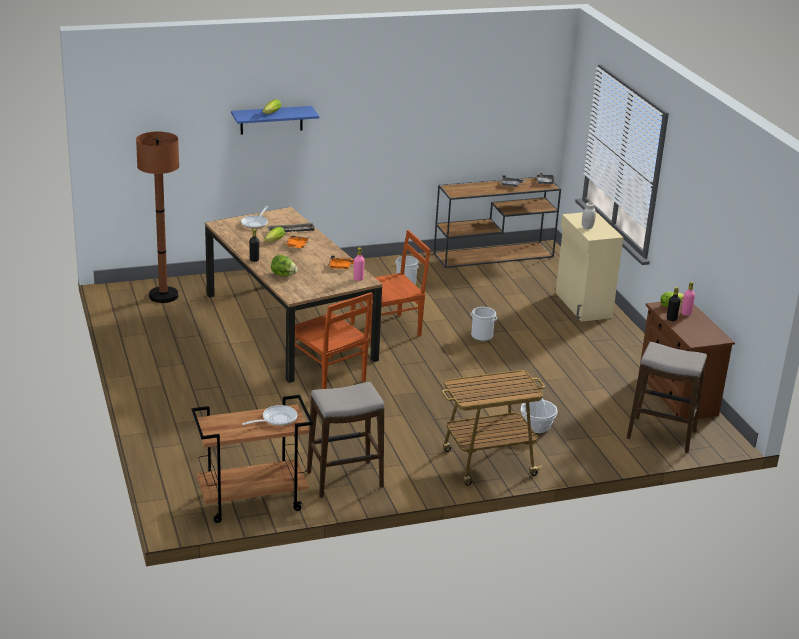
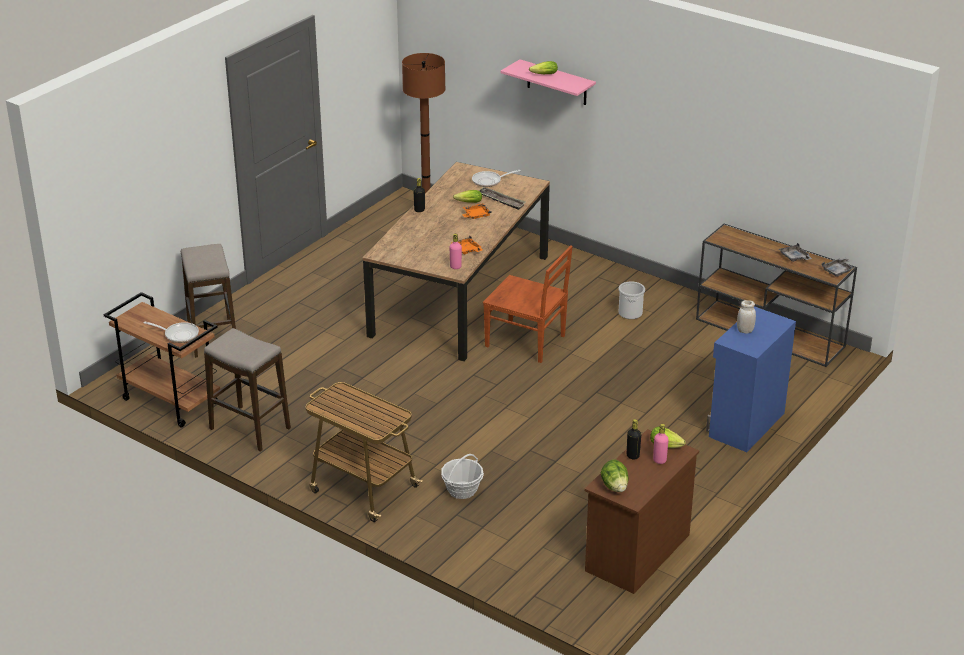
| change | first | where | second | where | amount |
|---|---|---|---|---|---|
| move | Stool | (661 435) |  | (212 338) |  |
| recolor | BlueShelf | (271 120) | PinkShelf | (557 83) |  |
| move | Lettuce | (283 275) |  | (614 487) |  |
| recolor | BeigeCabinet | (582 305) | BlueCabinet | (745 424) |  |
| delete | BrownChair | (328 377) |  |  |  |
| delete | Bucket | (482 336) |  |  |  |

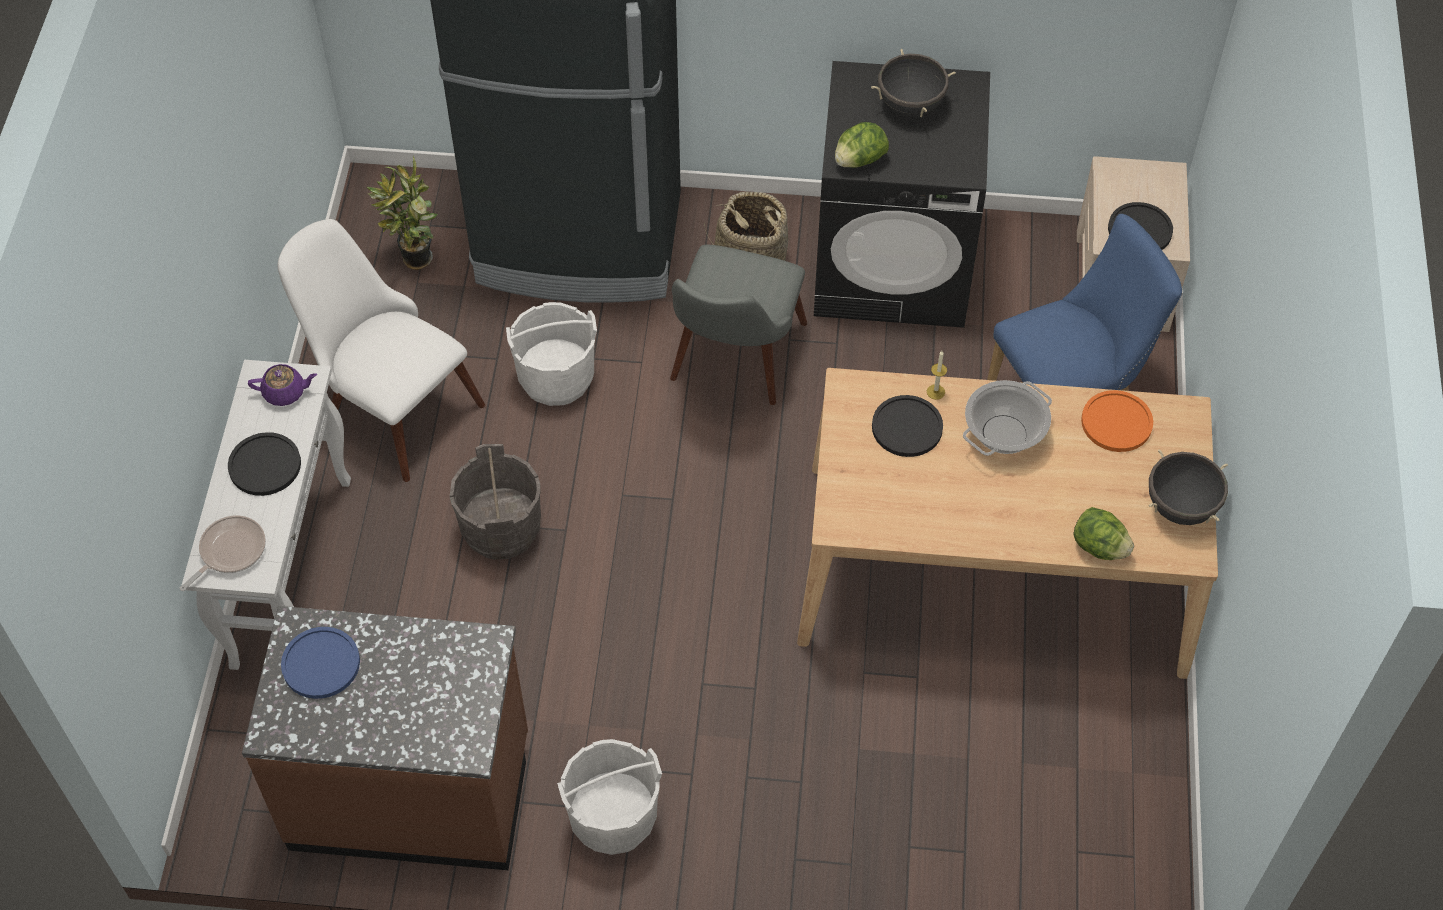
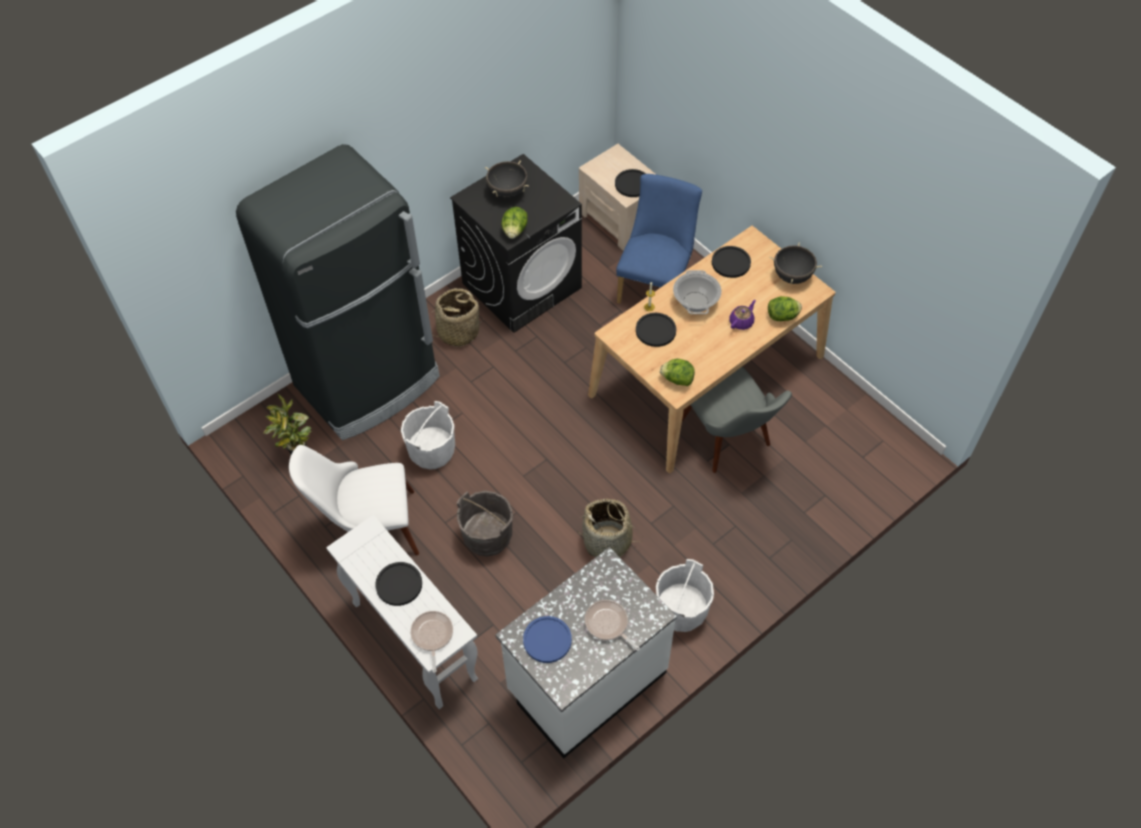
| change | first | where | second | where | amount |
|---|---|---|---|---|---|
| recolor | BrownCounter | (411 791) | WhiteCounter | (586 681) |  |
| insert |  |  | Basket | (607 541) |  |
| insert |  |  | FryingPan | (608 624) |  |
| insert |  |  | Lettuce | (677 379) |  |
| move | GreyChair | (732 365) |  | (731 442) |  |
| recolor | OrangePlate | (1116 422) | BlackPlate | (731 262) |  |
| move | PurpleTeapot | (285 392) |  | (741 322) |  |

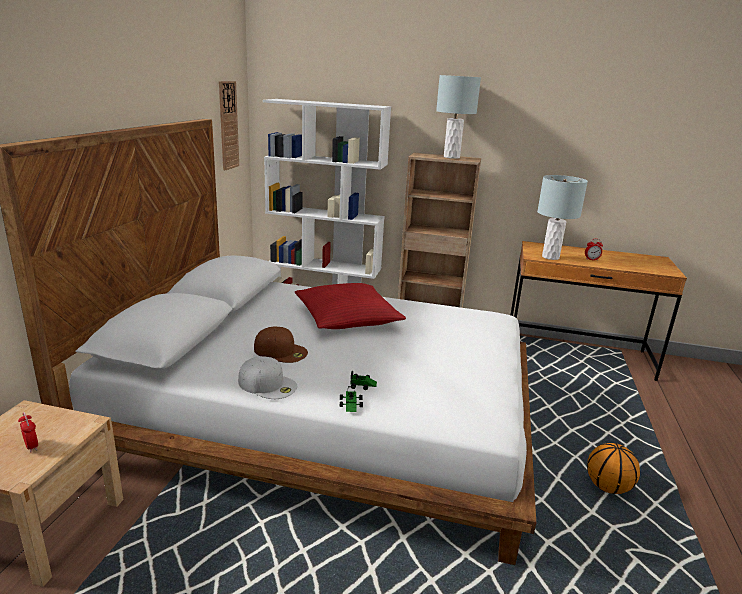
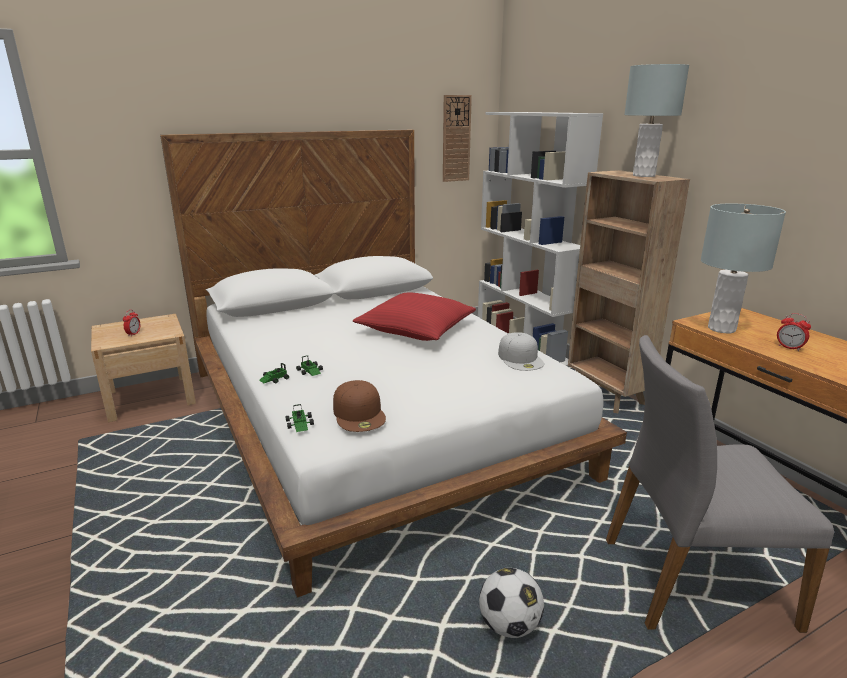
| change | first | where | second | where | amount |
|---|---|---|---|---|---|
| insert |  |  | ToyCar | (300 424) |  |
| move | BrownCap | (281 351) |  | (359 413) |  |
| replace | Basketball | (608 487) | Football | (509 625) |  |
| move | WhiteCap | (268 384) |  | (521 358) |  |
| insert |  |  | GreyChair | (692 579) |  |

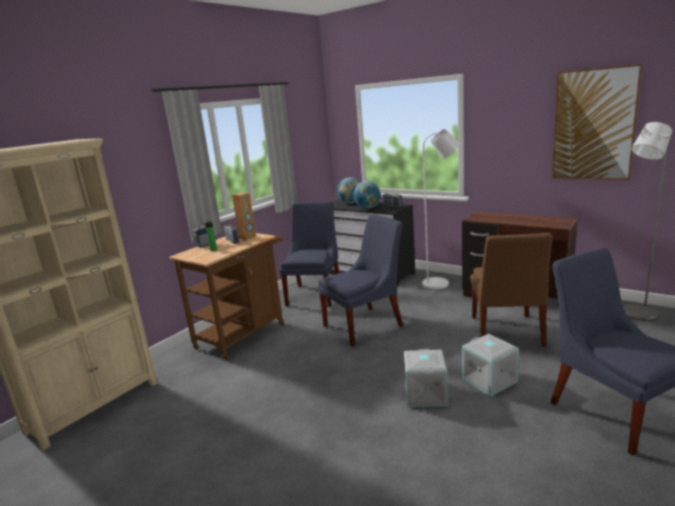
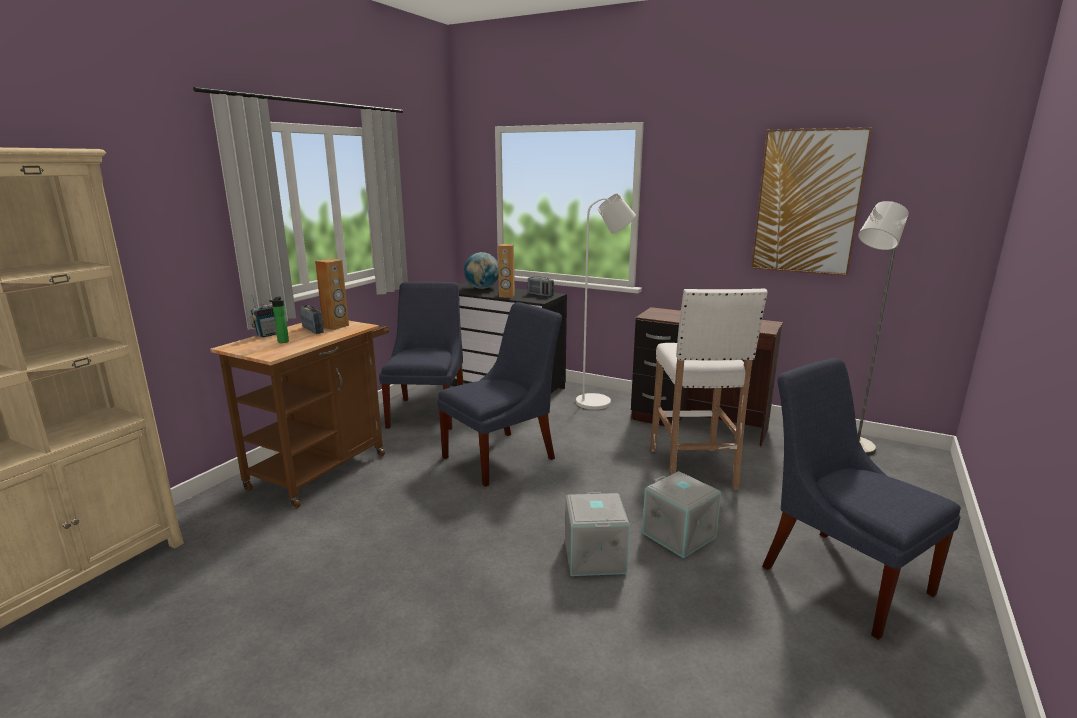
| change | first | where | second | where | amount |
|---|---|---|---|---|---|
| replace | Globe | (368 208) | BrownSpeaker | (506 296) |  |
| replace | BrownChair | (506 333) | WhiteStool | (692 470) |  |

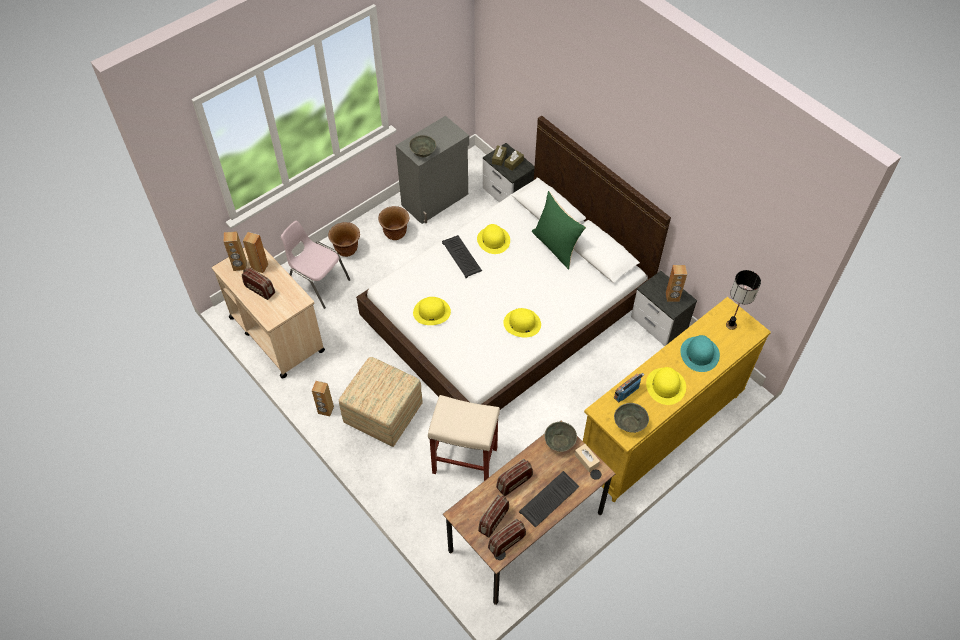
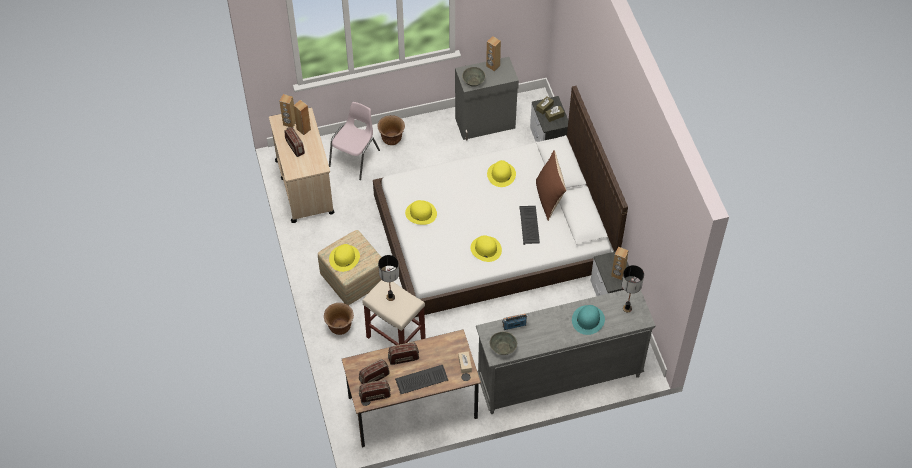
| change | first | where | second | where | amount |
|---|---|---|---|---|---|
| move | BrownPlanter | (395 234) |  | (340 327) |  |
| rotate | PinkChair | (317 283) |  | (355 158) | 60 degrees clockwise |
| move | YellowHat | (665 386) |  | (344 258) |  |
| insert |  |  | TableLamp | (390 297) |  |
| recolor | YellowDresser | (659 432) | GreyDresser | (558 378) |  |
| move | BrownSpeaker | (326 410) |  | (493 66) |  |
| move | Keyboard | (462 257) |  | (530 226) |  |
| recolor | GreenPillow | (556 246) | BrownPillow | (549 198) |  |
| delete | GreyBowl | (560 442) |  |  |  |

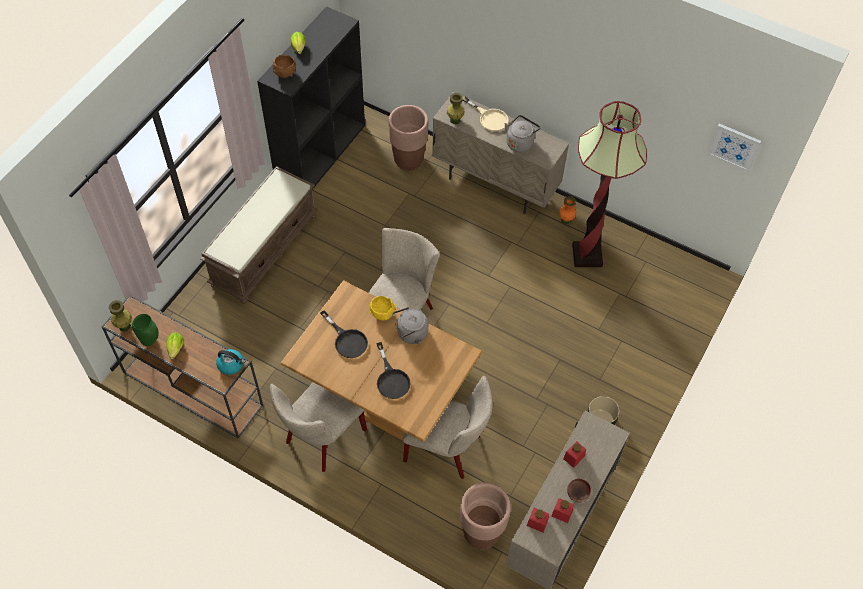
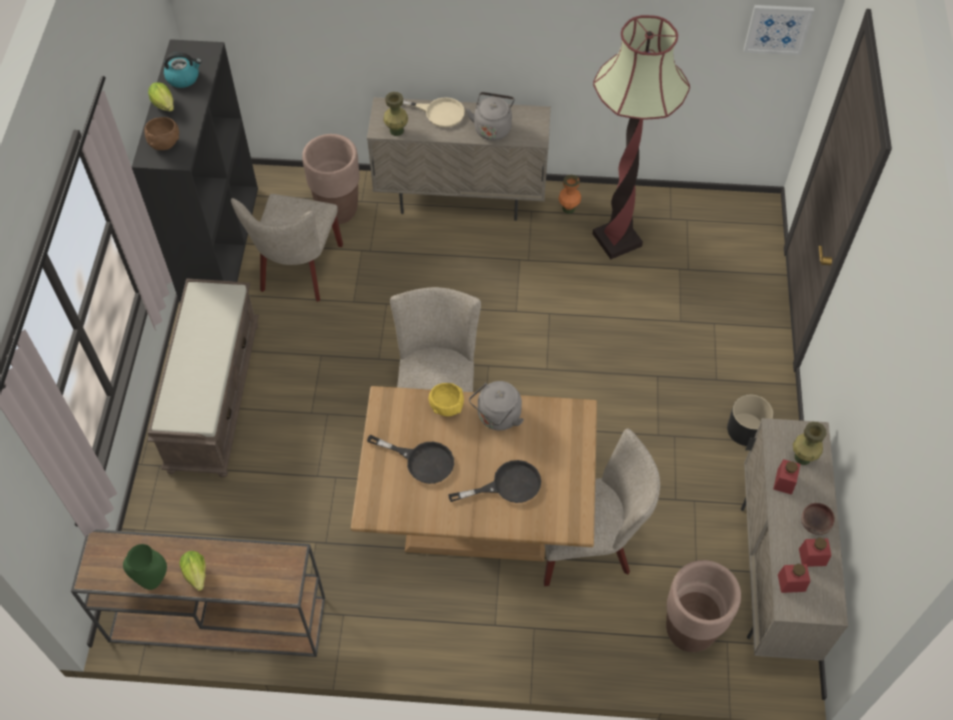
| change | first | where | second | where | amount |
|---|---|---|---|---|---|
| move | Kettle | (231 365) |  | (183 78) |  |
| move | BeigeChair | (322 439) |  | (298 272) |  |
| rotate | BlackFryingPan | (391 379) |  | (507 485) | 60 degrees counterclockwise |
| move | GreenVase | (124 326) |  | (802 457) |  |

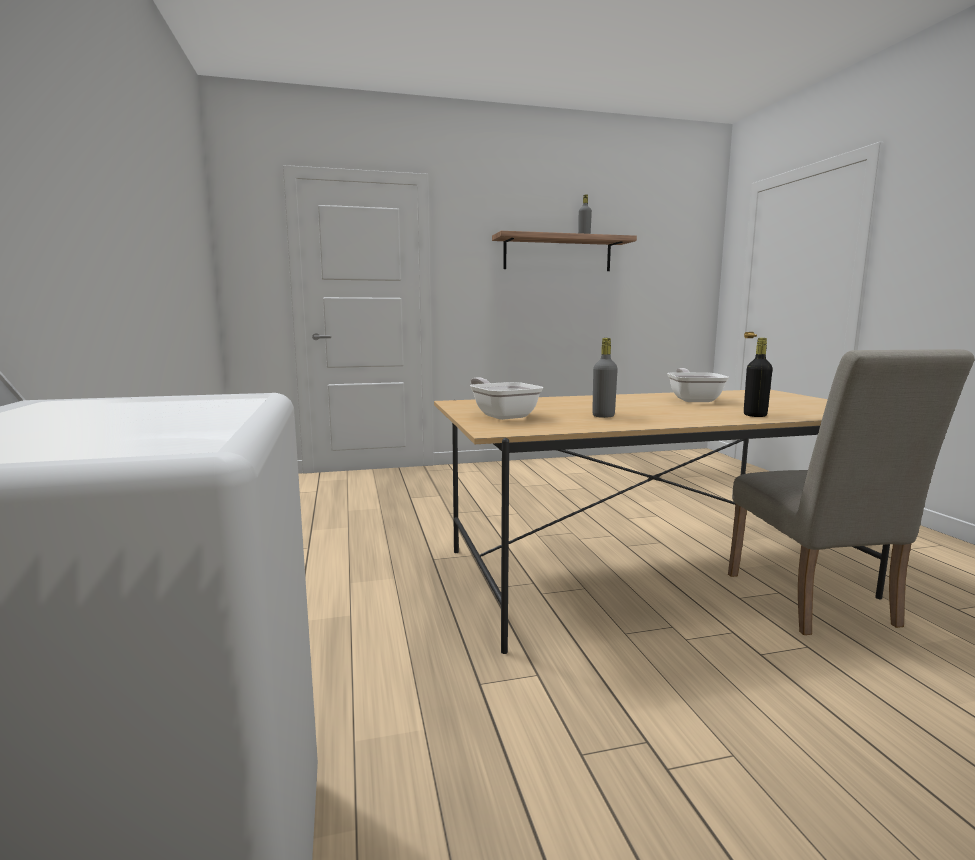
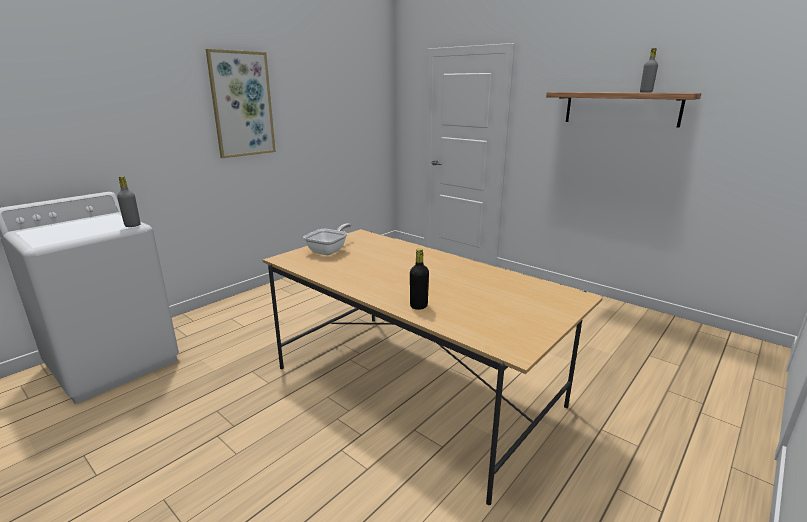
| change | first | where | second | where | amount |
|---|---|---|---|---|---|
| move | GreyBottle | (603 416) |  | (132 225) |  |
| insert |  |  | Picture | (242 104) |  |
| delete | FryingPan | (693 399) |  |  |  |
| delete | BeigeChair | (815 604) |  |  |  |

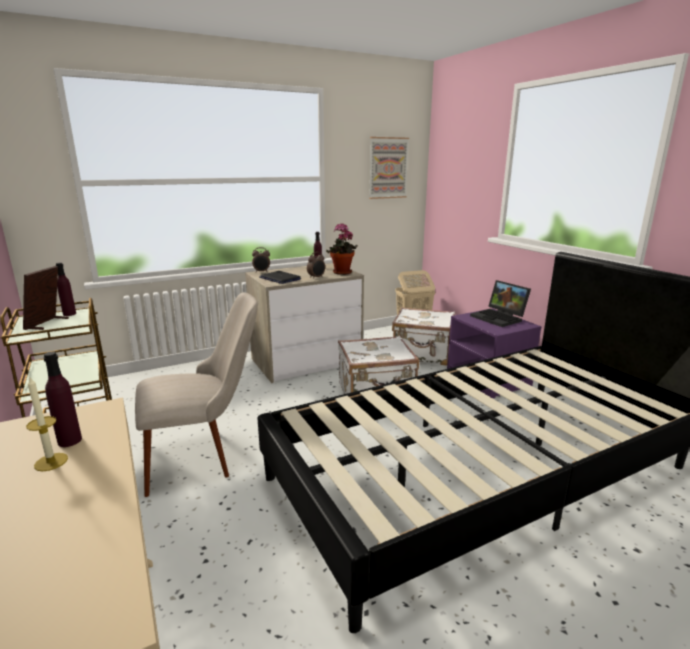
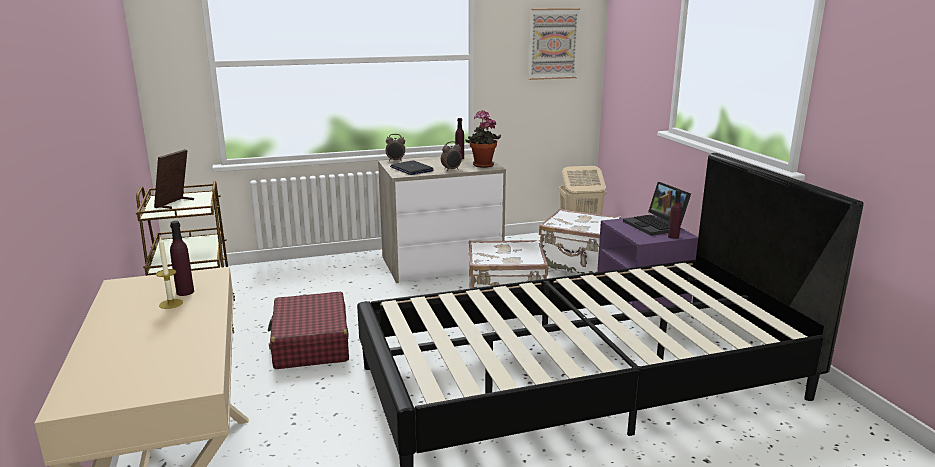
| change | first | where | second | where | amount |
|---|---|---|---|---|---|
| replace | BeigeChair | (204 455) | RedSuitcase | (311 343) |  |
| move | PurpleBottle | (69 314) |  | (673 237) |  |

